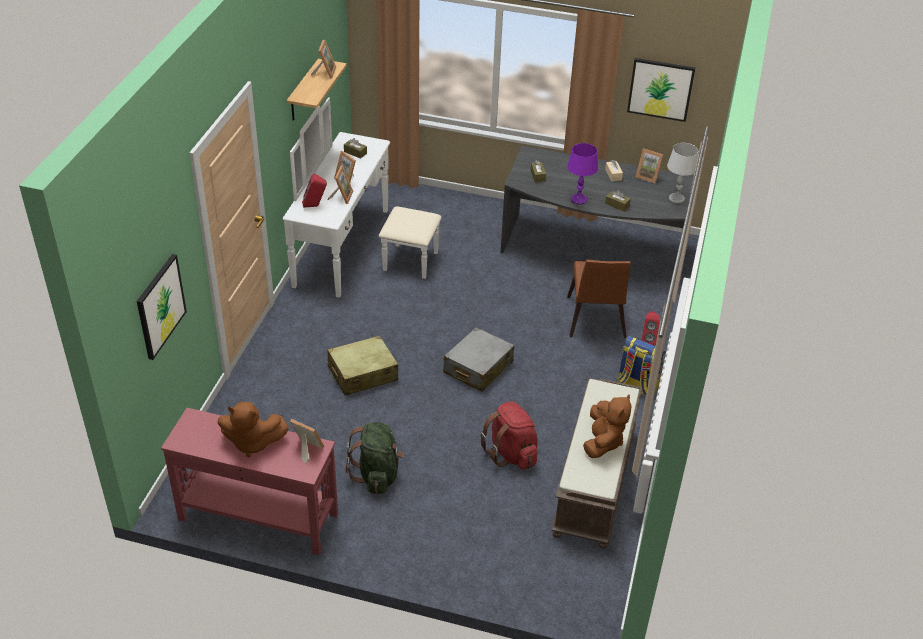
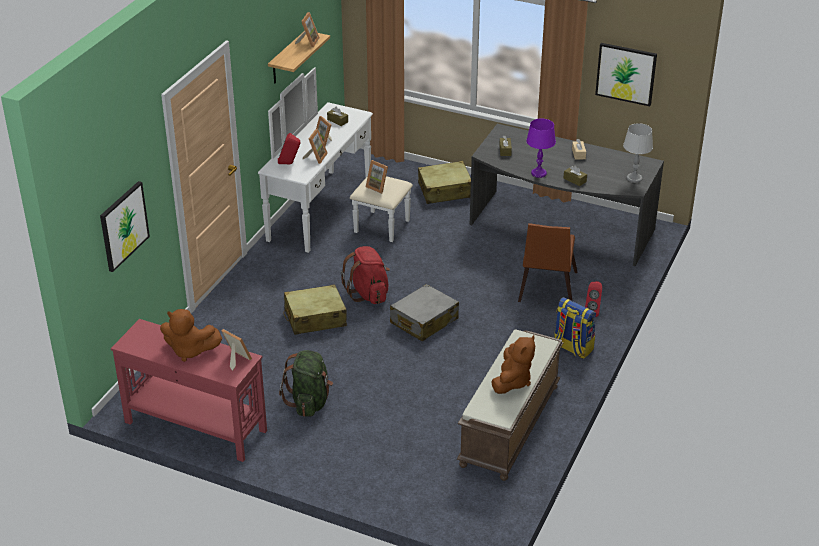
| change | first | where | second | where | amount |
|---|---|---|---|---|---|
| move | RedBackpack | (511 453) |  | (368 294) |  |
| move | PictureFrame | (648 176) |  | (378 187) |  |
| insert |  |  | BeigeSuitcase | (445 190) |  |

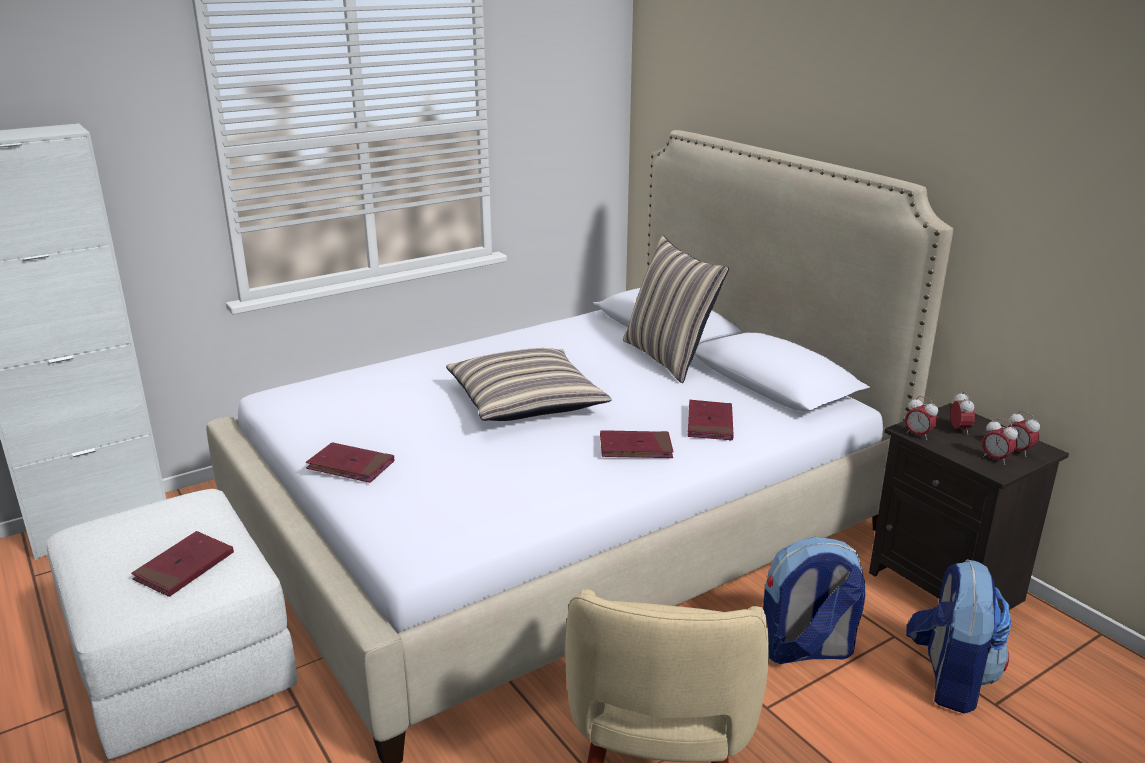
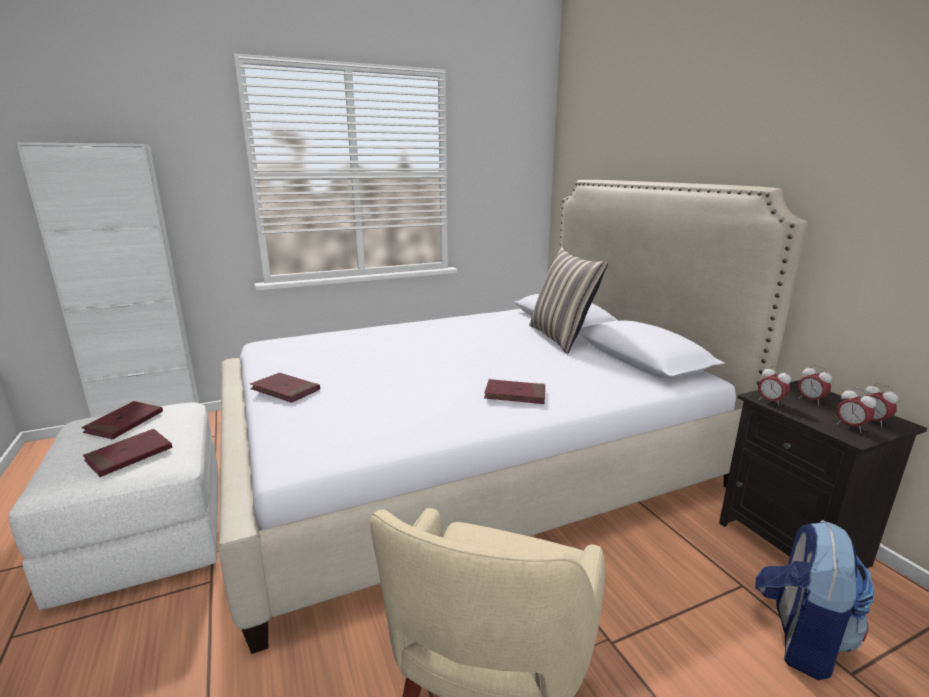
| change | first | where | second | where | amount |
|---|---|---|---|---|---|
| move | RedBook | (710 423) |  | (124 423) |  |
| rotate | AlarmClock | (959 430) |  | (810 400) | 135 degrees clockwise |
| delete | Pillow | (526 401) |  |  |  |
| delete | Backpack | (805 650) |  |  |  |

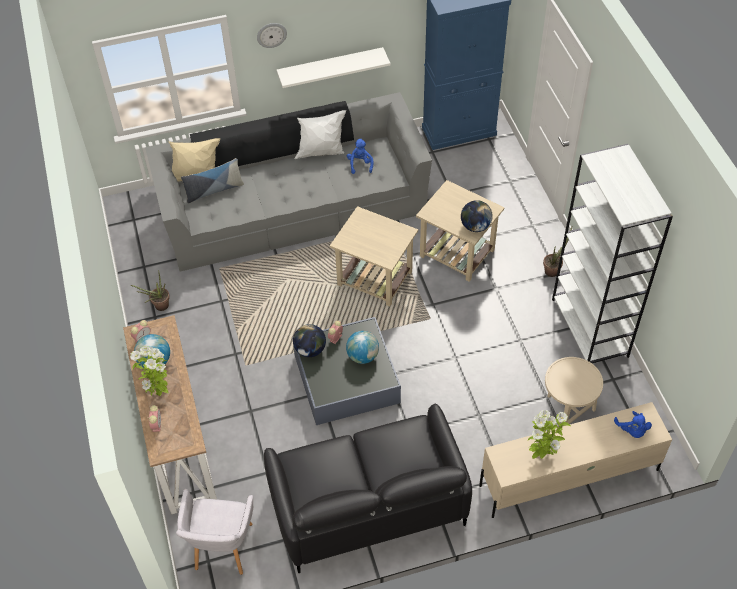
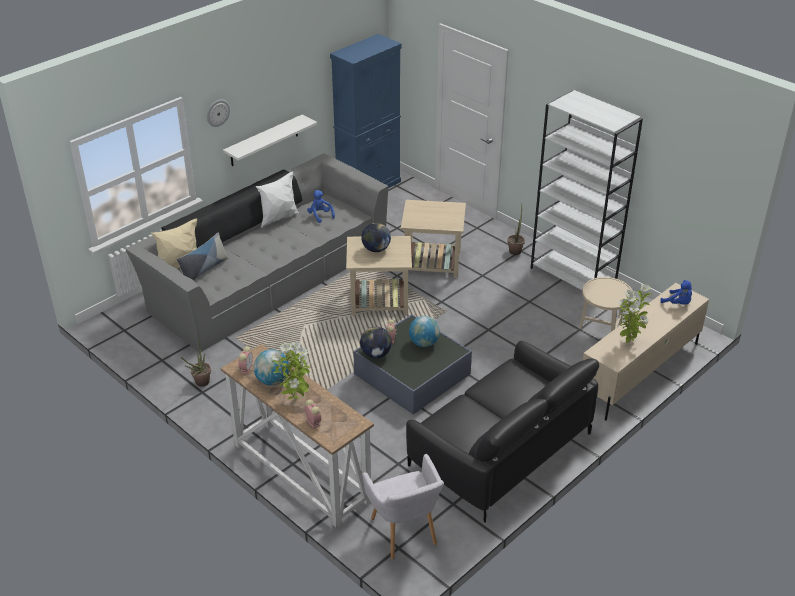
| change | first | where | second | where | amount |
|---|---|---|---|---|---|
| move | Globe | (475 226) |  | (376 249) |  |

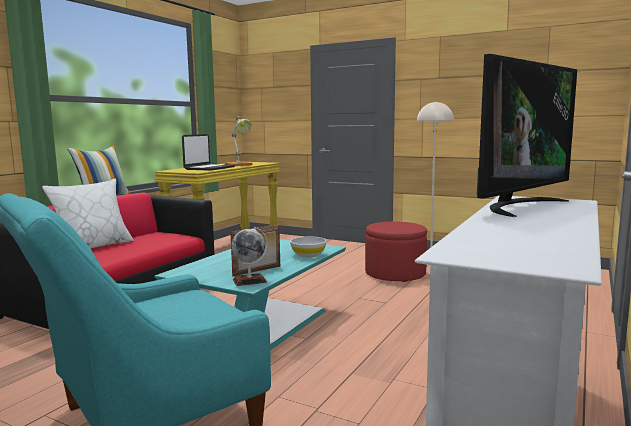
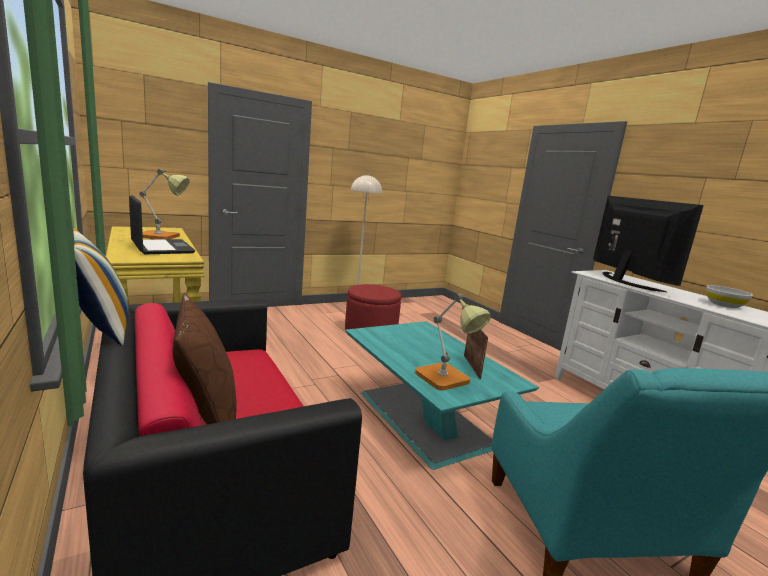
| change | first | where | second | where | amount |
|---|---|---|---|---|---|
| recolor | WhitePillow | (93 247) | BrownPillow | (206 415) |  |
| insert |  |  | TableLamp | (447 380) |  |
| move | WhiteBowl | (308 255) |  | (724 305) |  |
| delete | Globe | (249 281) |  |  |  |

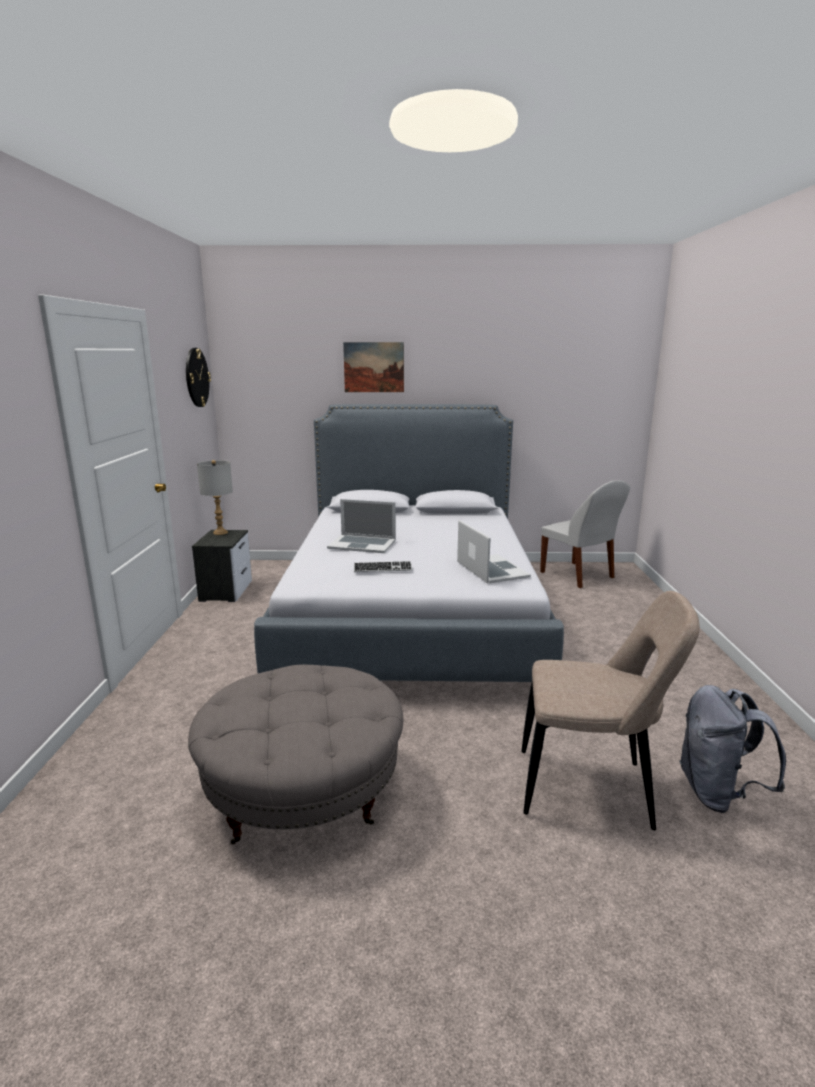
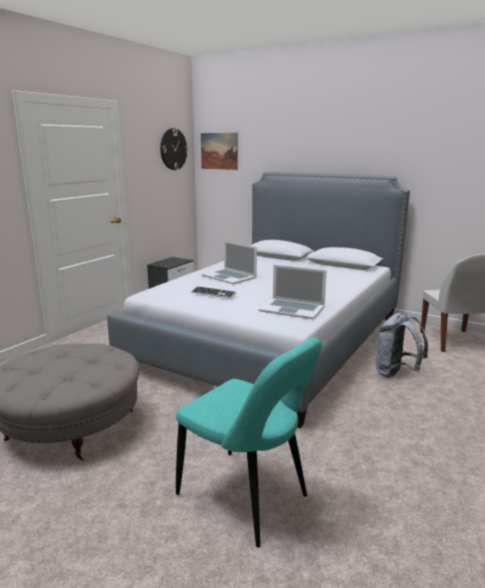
| change | first | where | second | where | amount |
|---|---|---|---|---|---|
| recolor | BeigeChair | (591 789) | TurquoiseChair | (246 498) |  |
| move | Picture | (374 367) |  | (219 151) |  |
| rotate | Laptop | (491 569) |  | (292 308) | 105 degrees clockwise |
| move | GreyBackpack | (717 793) |  | (396 373) |  |
| delete | GreyTableLamp | (220 532) |  |  |  |

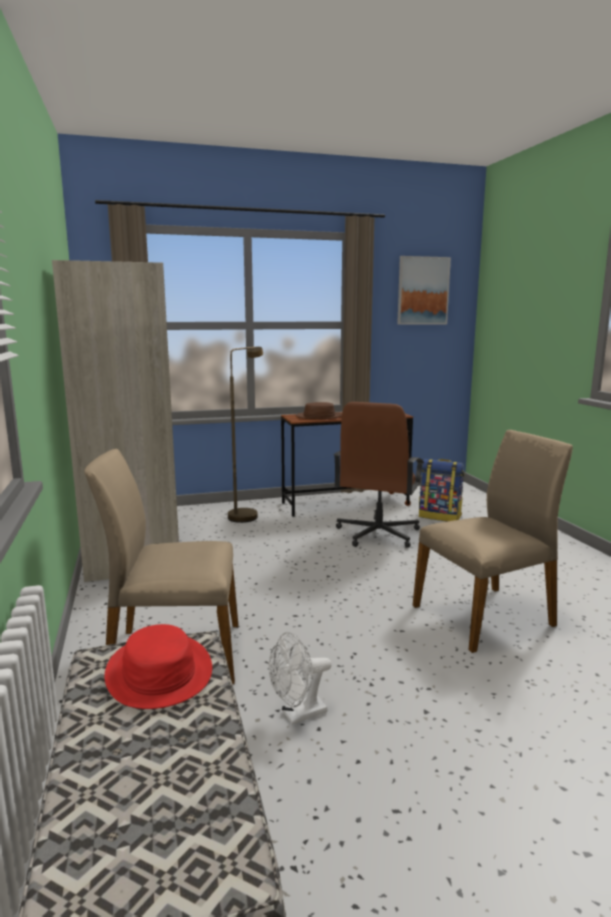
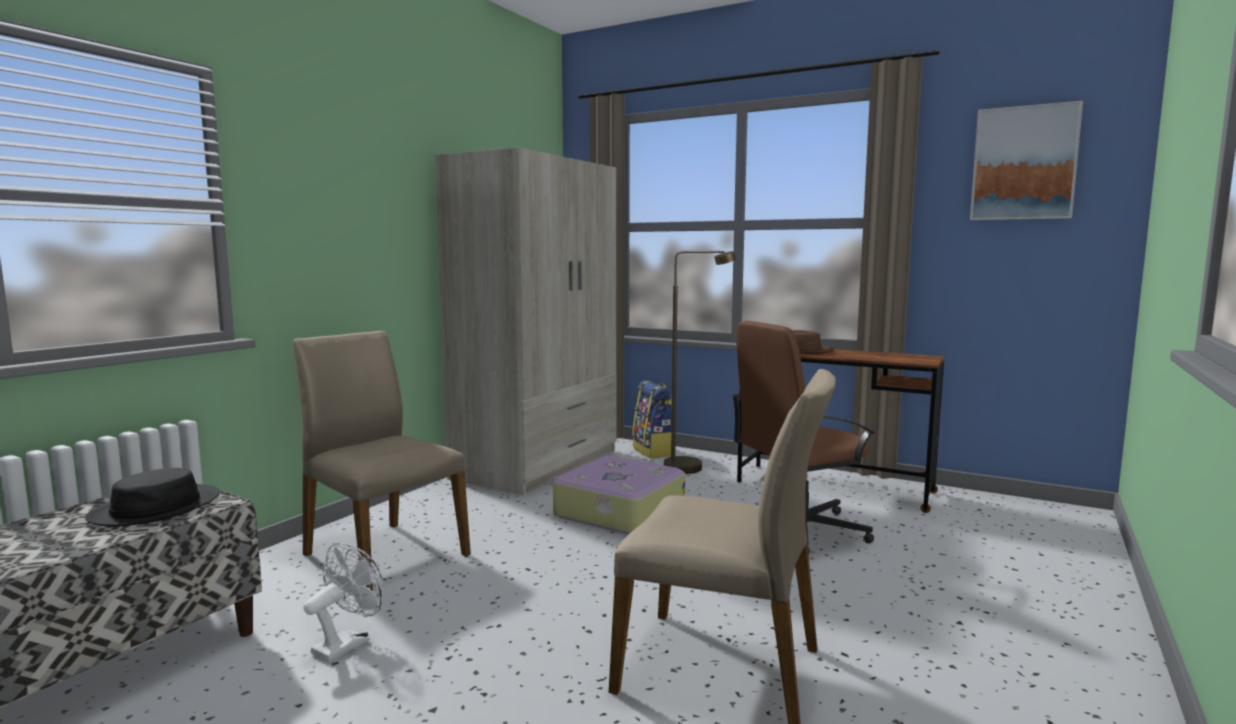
| change | first | where | second | where | amount |
|---|---|---|---|---|---|
| recolor | RedHat | (158 672) | BlackHat | (156 507) |  |
| rotate | WhiteFan | (298 715) |  | (347 644) | 105 degrees clockwise |
| insert |  |  | Suitcase | (618 511) |  |
| move | Backpack | (440 516) |  | (654 451) |  |

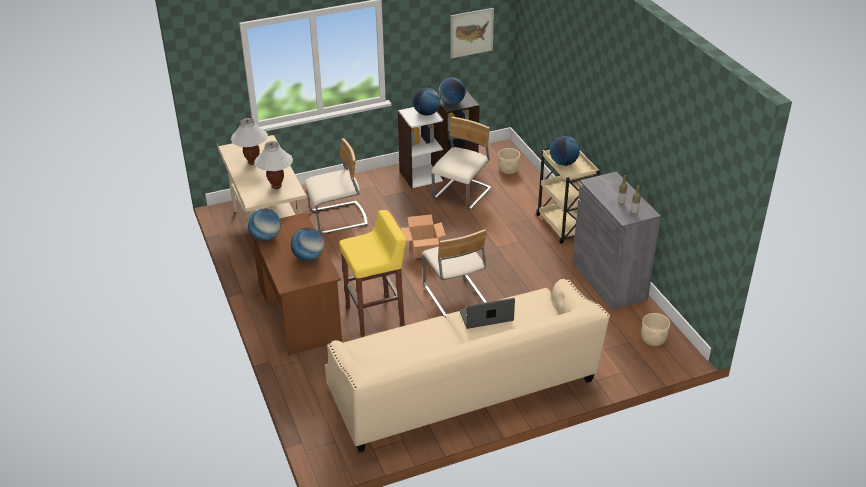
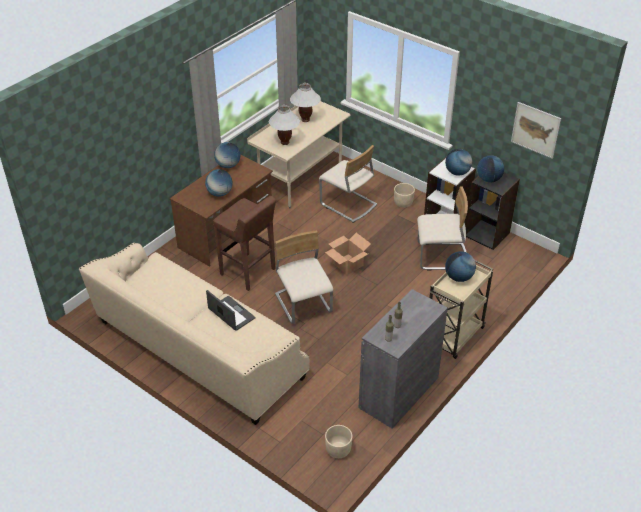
| change | first | where | second | where | amount |
|---|---|---|---|---|---|
| recolor | YellowStool | (376 316) | BrownStool | (248 272) |  |
| rotate | BeigeChair | (454 296) |  | (303 304) | 120 degrees clockwise |
| move | BeigePlanter | (508 170) |  | (403 203) |  |

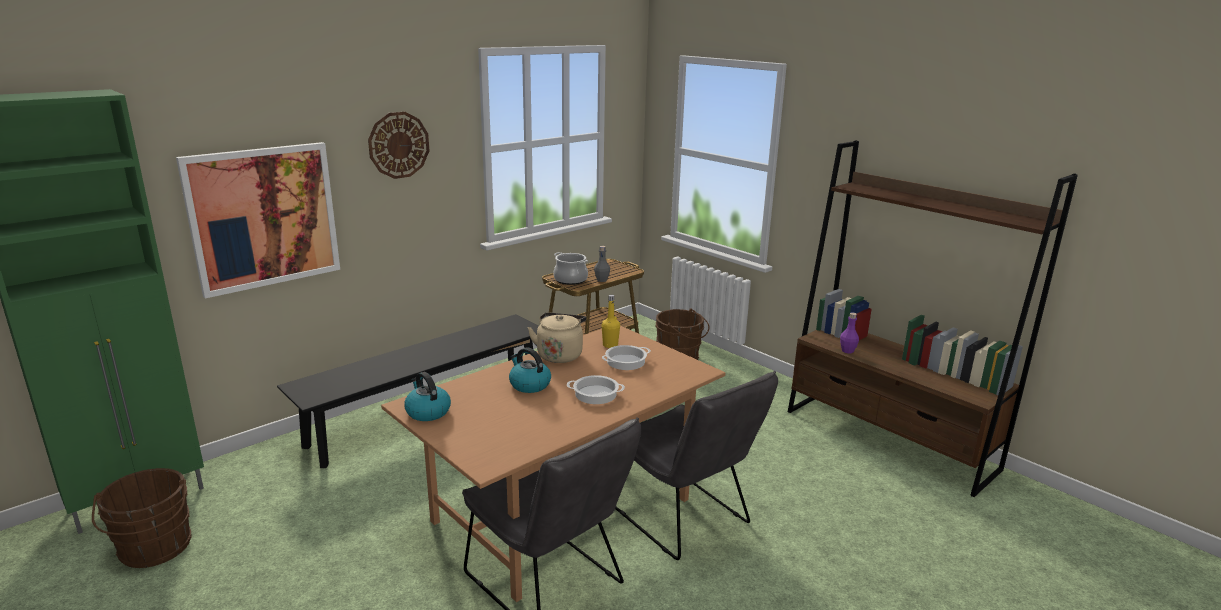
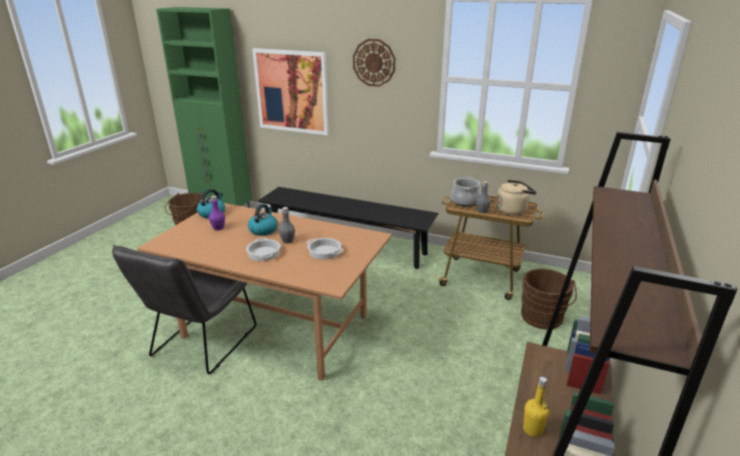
| change | first | where | second | where | amount |
|---|---|---|---|---|---|
| move | PurpleBottle | (847 351) |  | (218 228) |  |
| insert |  |  | GreyBottle | (287 241) |  |
| move | BeigeKettle | (560 354) |  | (513 210) |  |
| move | YellowBottle | (610 345) |  | (532 429) |  |
| delete | GreyChair | (684 519) |  |  |  |

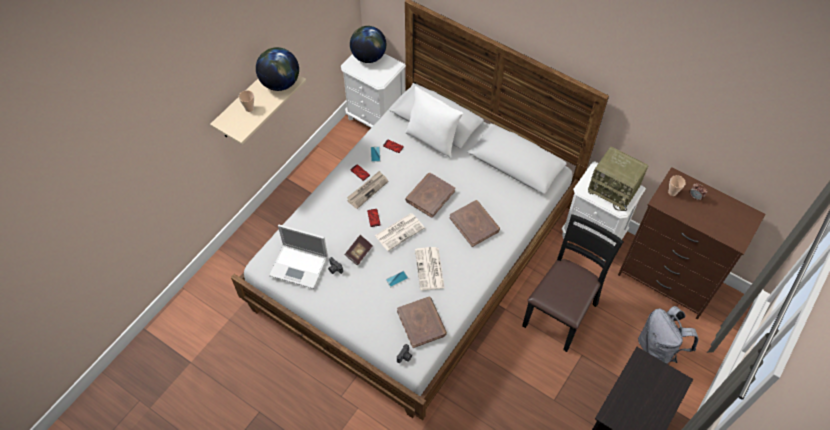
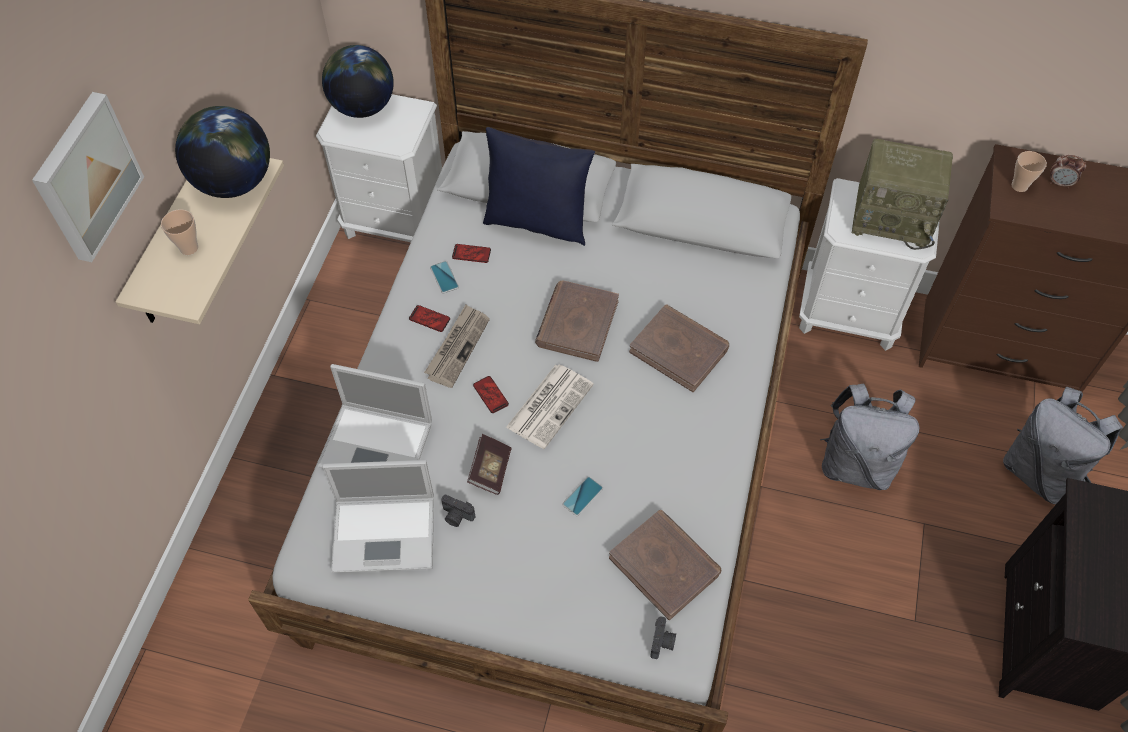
| change | first | where | second | where | amount |
|---|---|---|---|---|---|
| insert |  |  | Picture | (85 177) |  |
| insert |  |  | Laptop | (378 444) |  |
| recolor | WhitePillow | (432 139) | BluePillow | (537 222) |  |
| replace | BlackChair | (560 313) | GreyBackpack | (856 463) |  |
| delete | Newspaper | (430 269) |  |  |  |

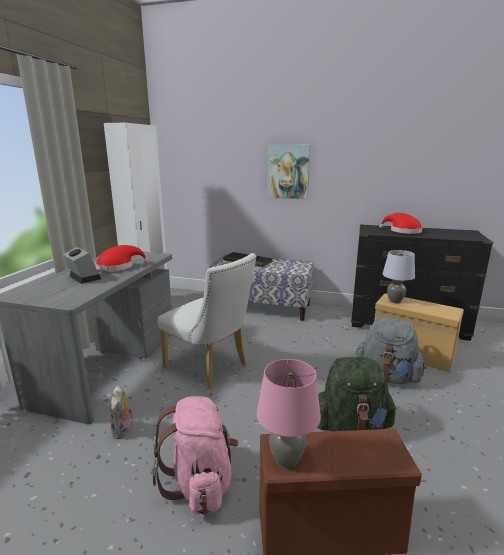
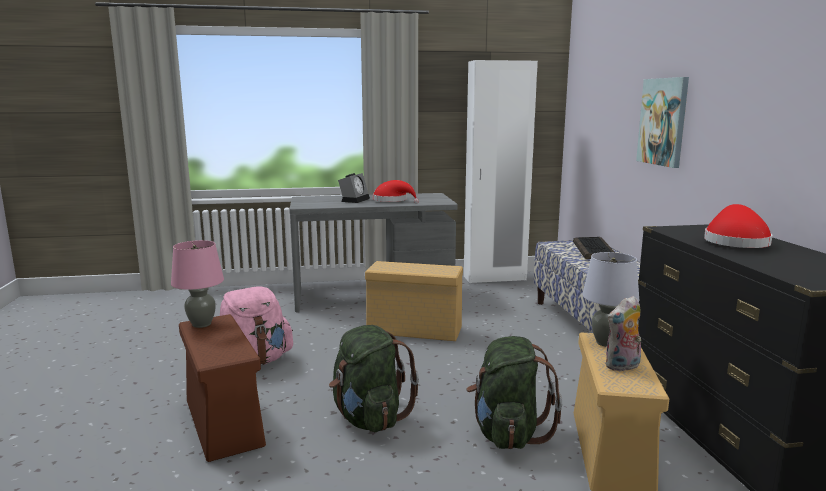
| change | first | where | second | where | amount |
|---|---|---|---|---|---|
| replace | WhiteChair | (210 367) | BeigeStorageBox | (413 330) |  |
| recolor | GreyBackpack | (387 377) | GreenBackpack | (507 433) |  |
| move | PlushToy | (123 431) |  | (622 366) |  |

